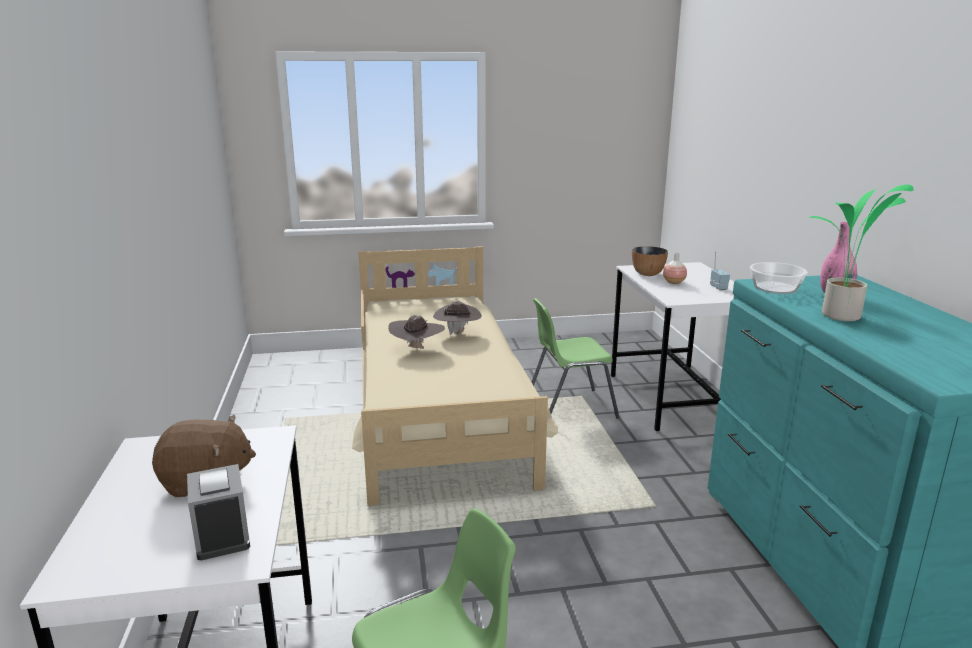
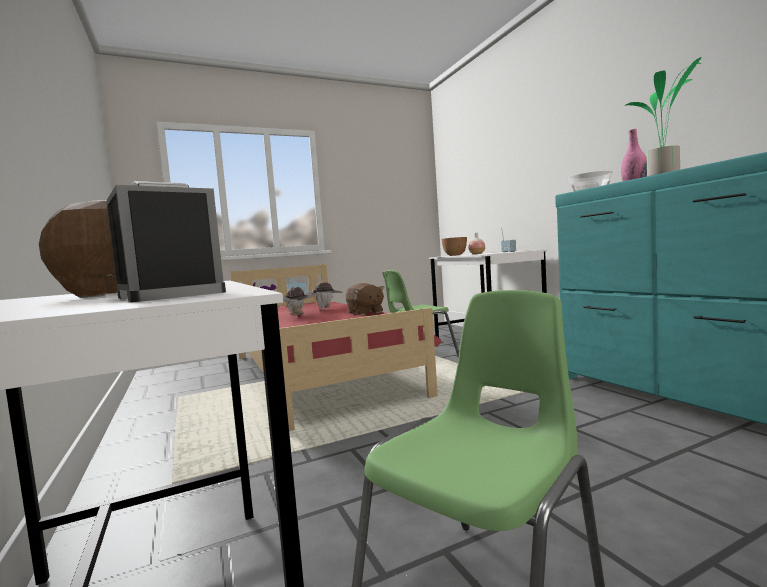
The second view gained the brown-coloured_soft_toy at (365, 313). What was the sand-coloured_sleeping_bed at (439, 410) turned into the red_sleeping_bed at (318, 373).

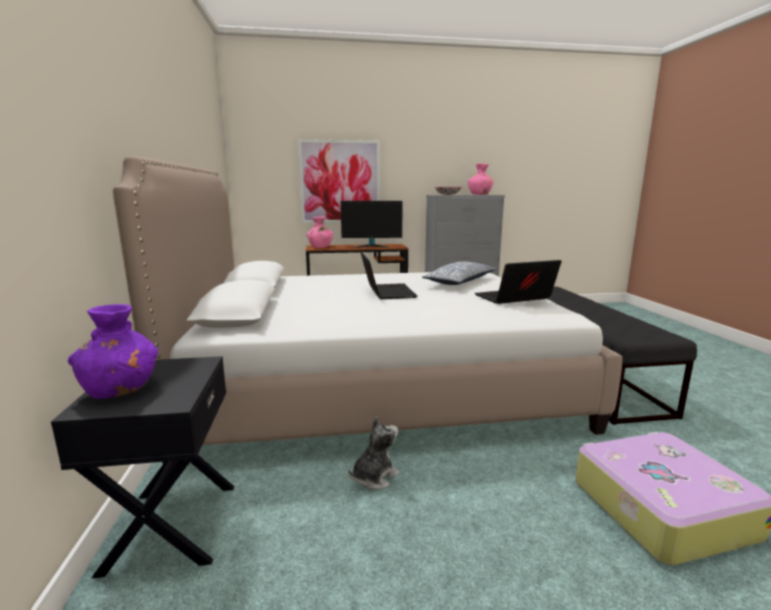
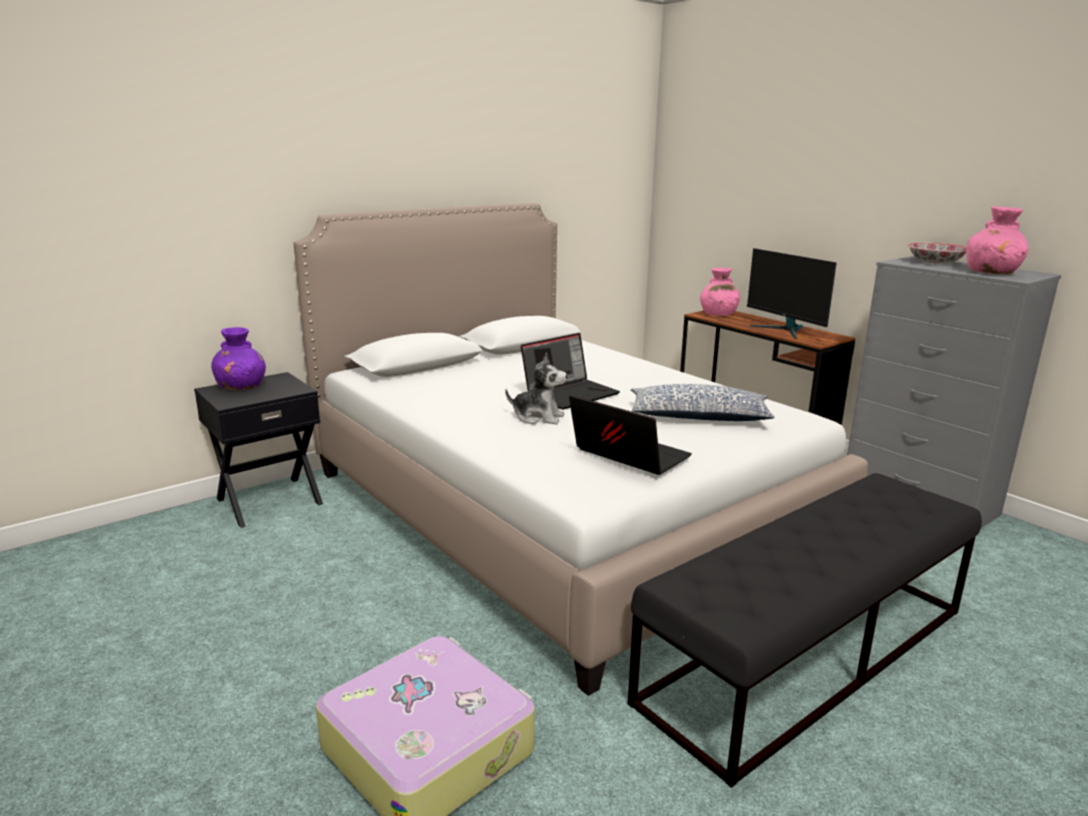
The second view lost the picture at (340, 182). The soft_toy ended up elsewhere, having gone from (374, 477) to (538, 417).

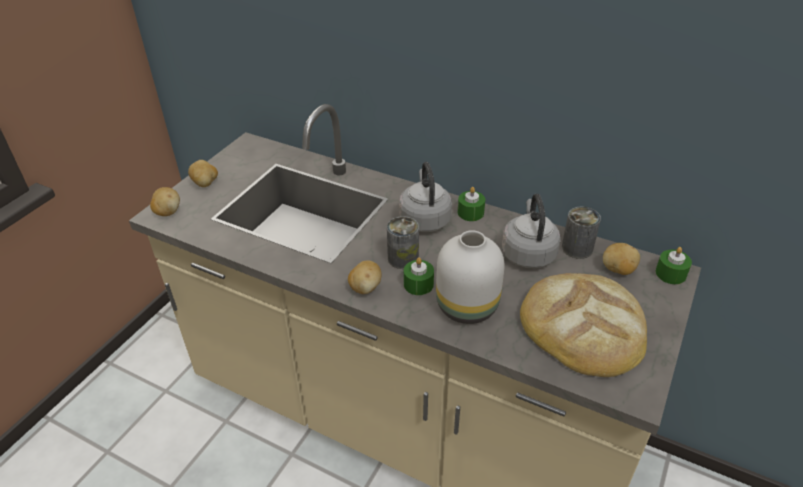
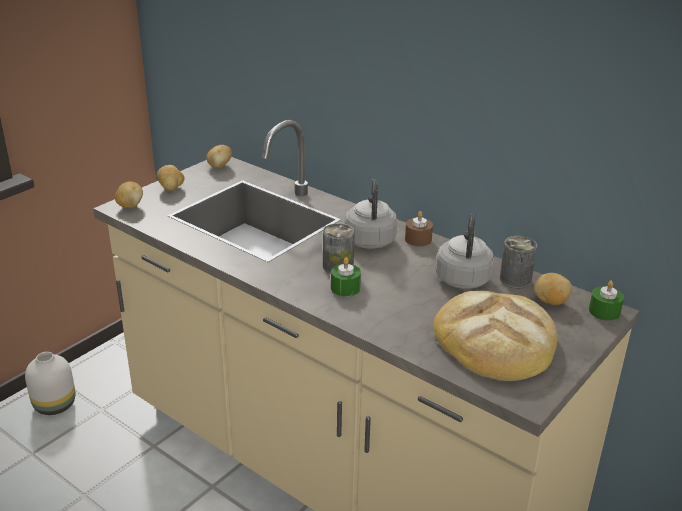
The whole_potato ended up elsewhere, having gone from (365, 288) to (220, 166). The white_flower_vase ended up elsewhere, having gone from (468, 306) to (56, 404). What was the green_wax_candle at (470, 212) turned into the brown-coloured_wax_candle at (418, 239).

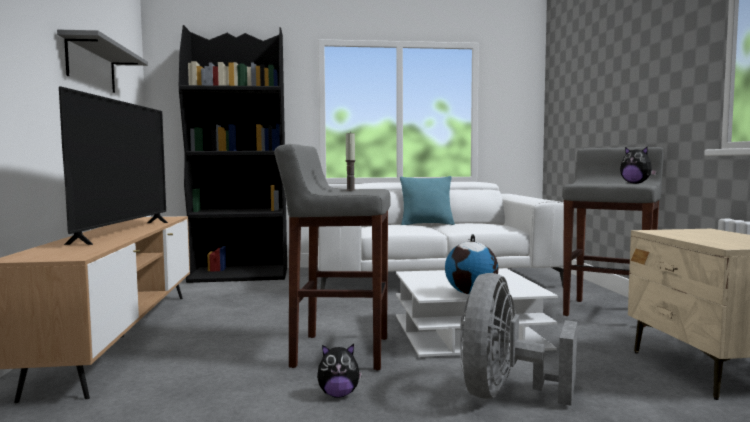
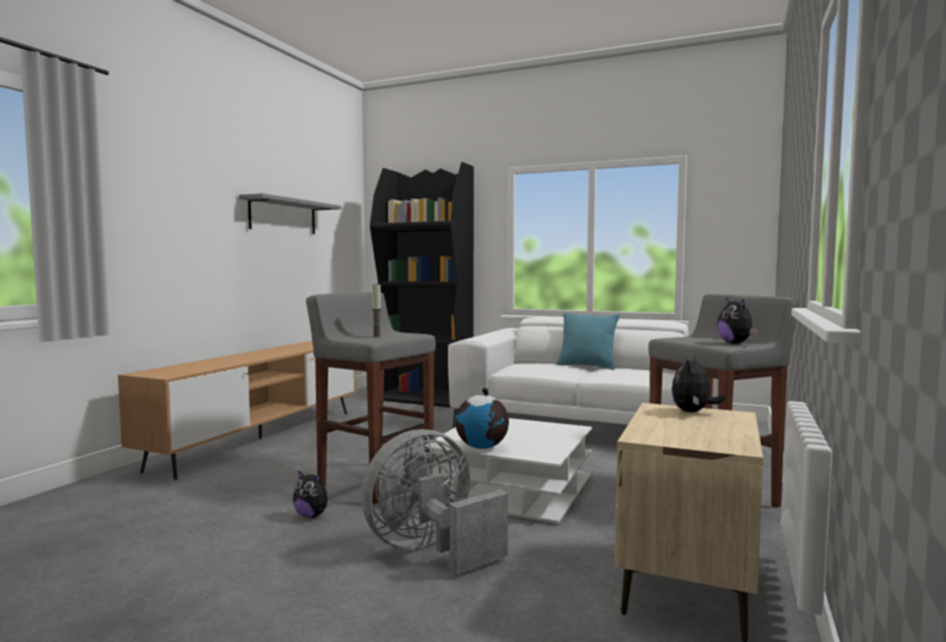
The second view lost the TV at (124, 232). The second view gained the soft_toy at (693, 412).

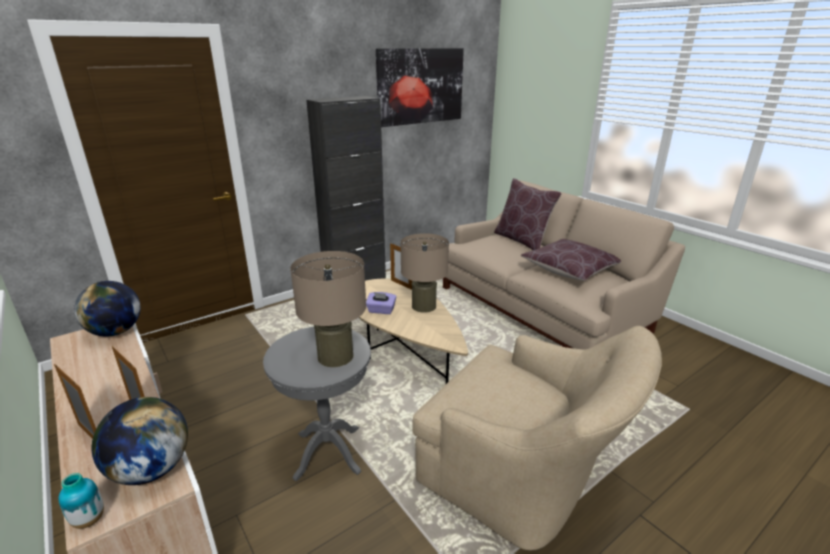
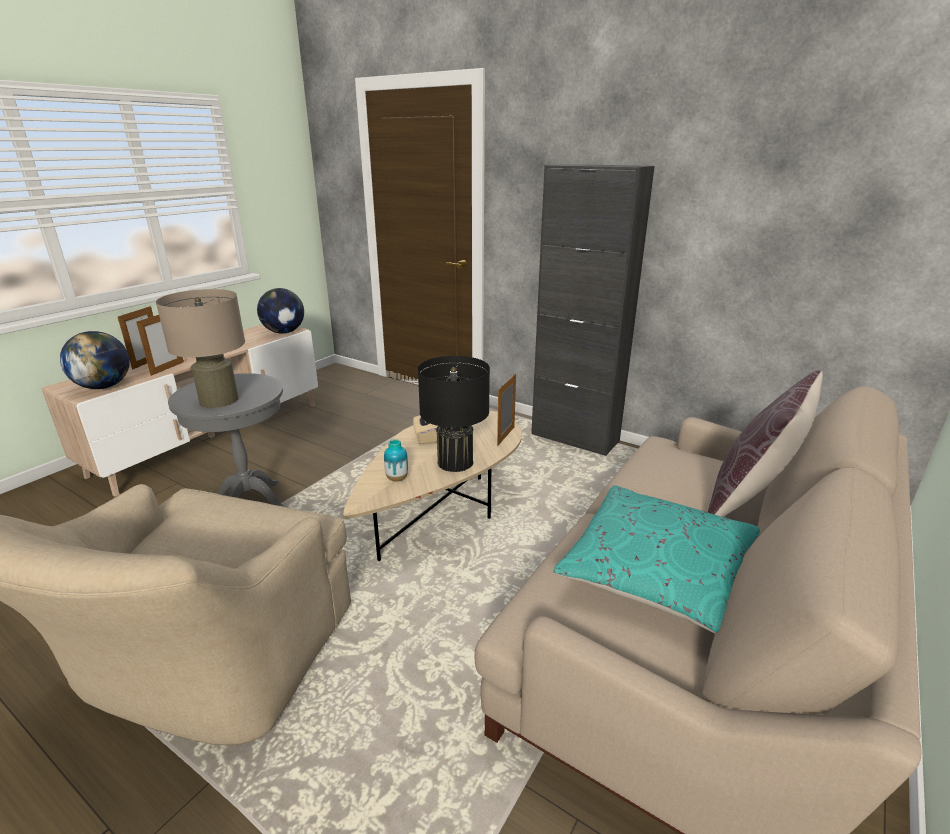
The second view lost the picture at (420, 86). The flower_vase ended up elsewhere, having gone from (89, 520) to (397, 478). What was the purplish_tissue_holder at (381, 310) turned into the sand-coloured_tissue_holder at (426, 437). What was the sand-coloured_tabletop_lamp at (424, 306) turned into the blackish_tabletop_lamp at (455, 462). What was the brown-coloured_throw_pillow at (569, 270) turned into the blue-green_throw_pillow at (657, 573).

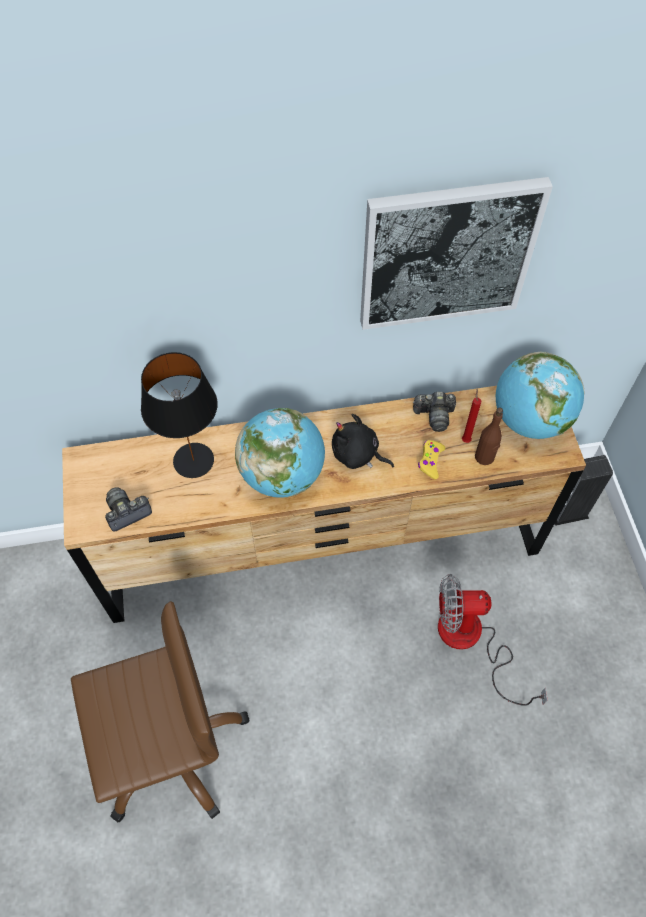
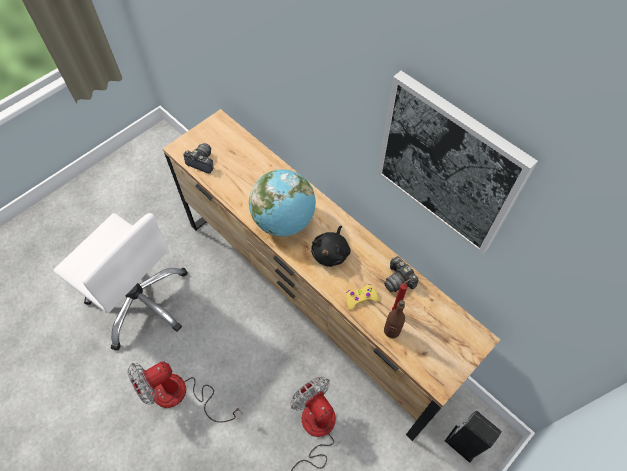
The second view lost the blackish_tabletop_lamp at (194, 460). The second view lost the world_globe at (529, 420). The second view gained the fan at (181, 395). What was the brown-coloured_office_chair at (170, 745) turned into the white_office_chair at (140, 300). The blackish_soft_toy at (357, 454) ended up facing another way, 150 degrees counterclockwise from before.

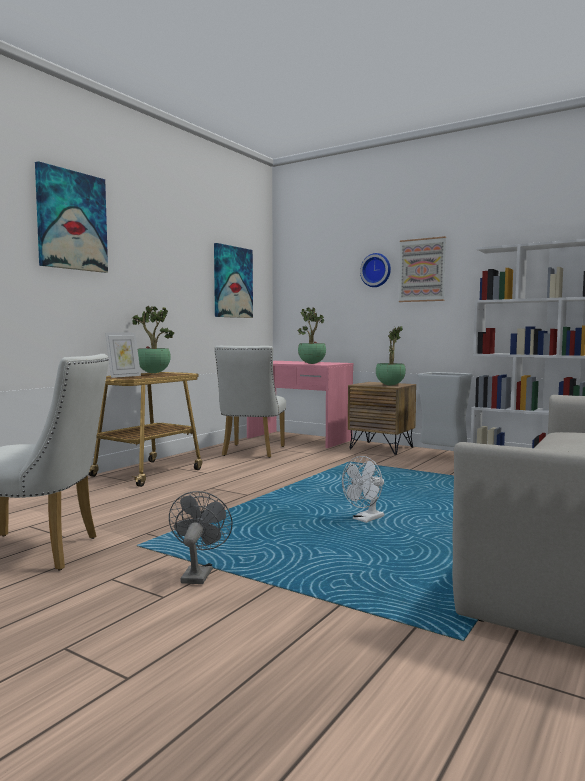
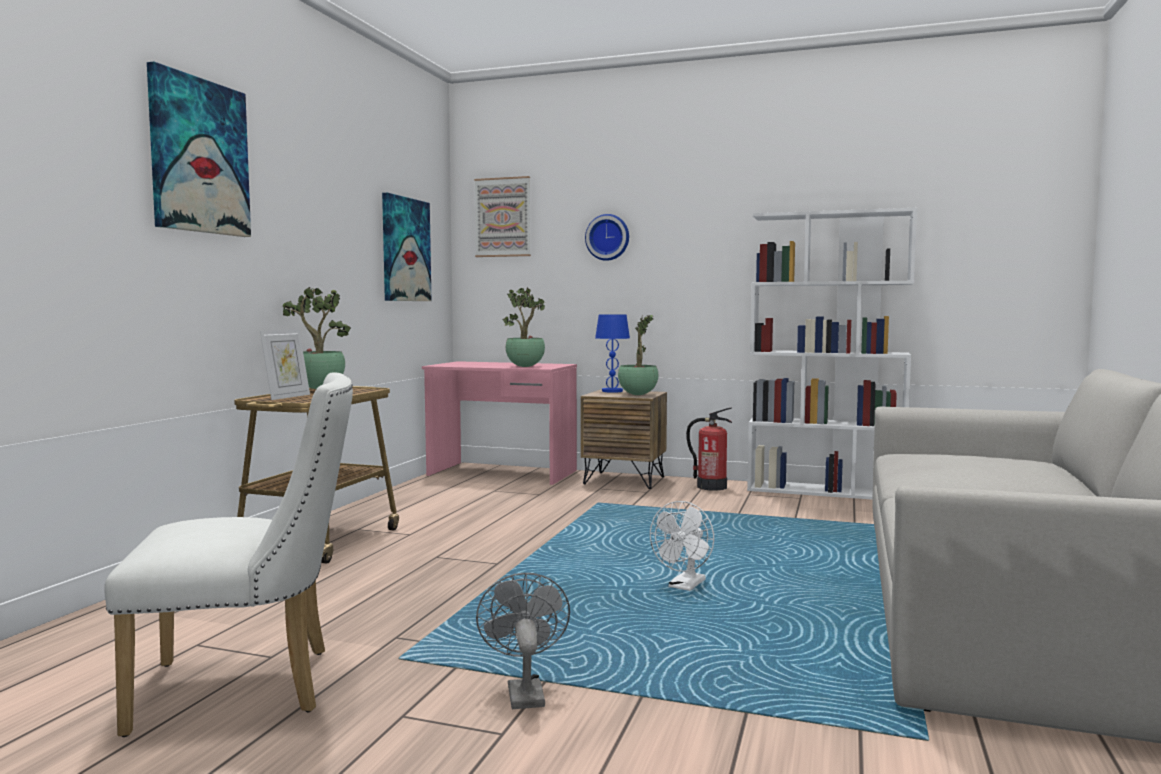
The second view lost the white_plain_chair at (251, 452). The second view gained the blue_tabletop_lamp at (612, 391). The picture ended up elsewhere, having gone from (422, 270) to (503, 217). Where the greyish_waste_bin stood at (443, 456), the fire-fighting_cylinder came to stand at (711, 487).

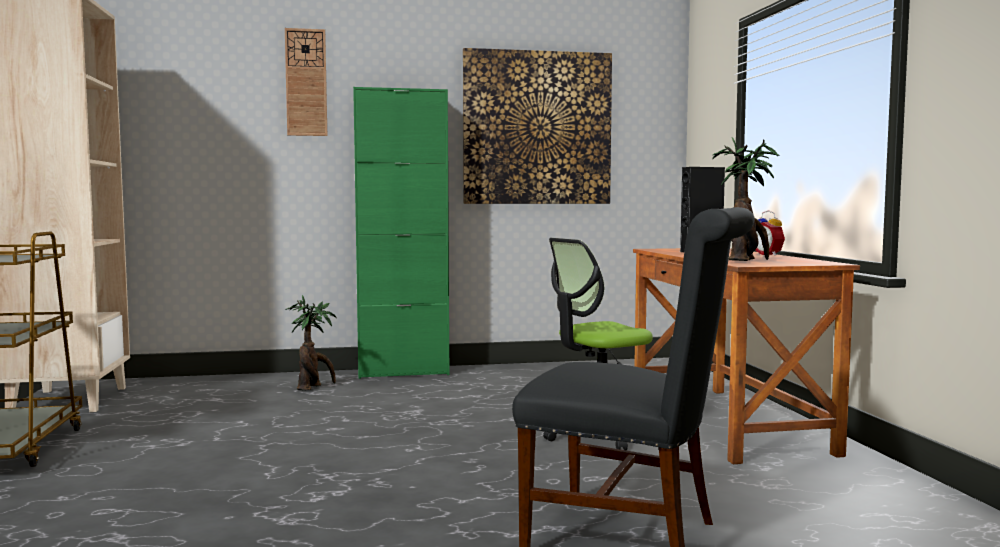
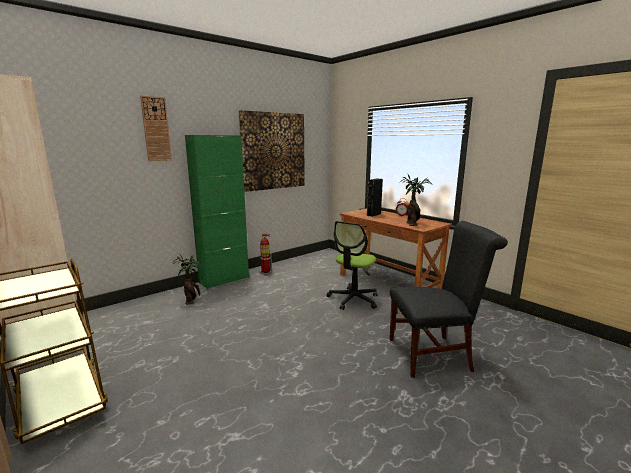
The second view gained the fire-fighting_cylinder at (266, 273).

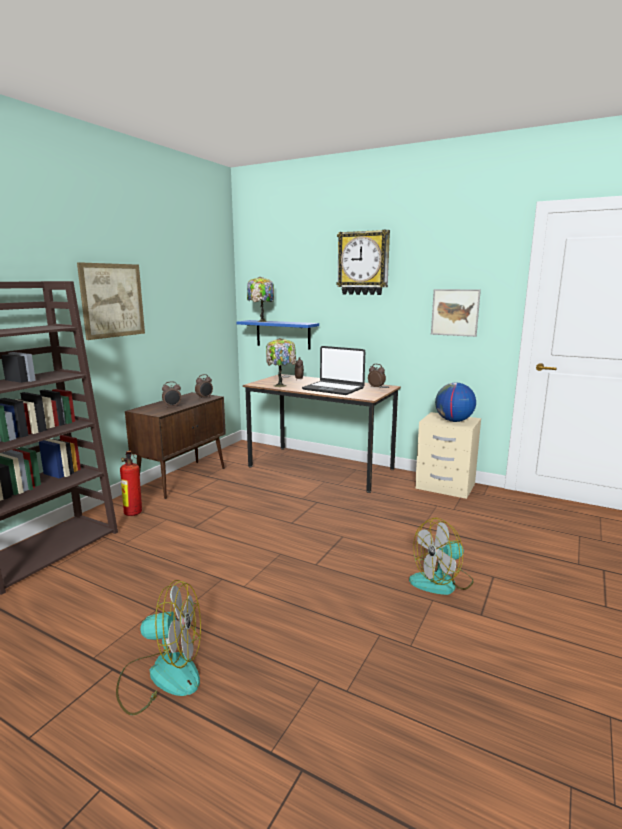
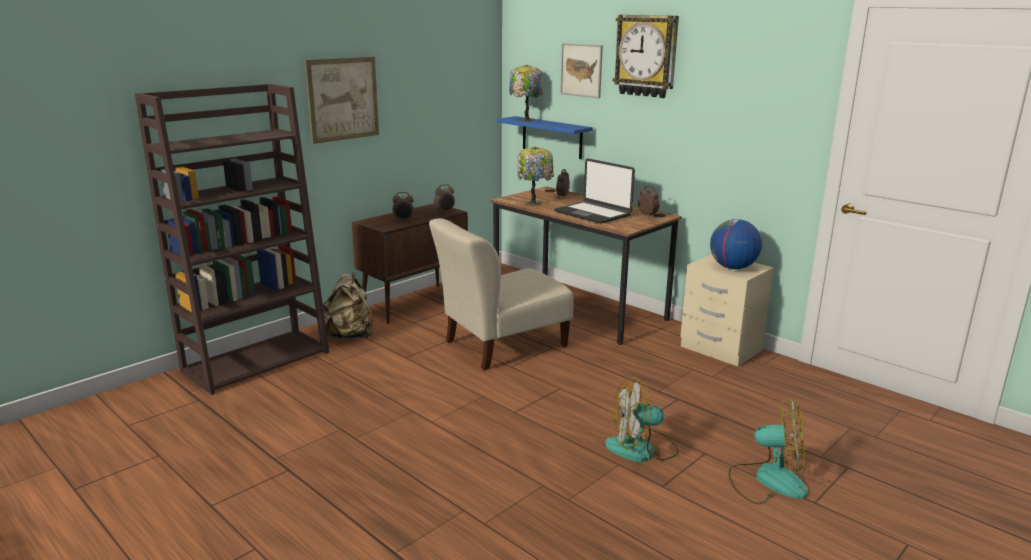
The second view gained the sand-coloured_plain_chair at (501, 345). The fan ended up elsewhere, having gone from (161, 675) to (767, 480). The picture ended up elsewhere, having gone from (455, 312) to (581, 70). Where the fire-fighting_cylinder stood at (133, 514), the sand-coloured_rucksack came to stand at (349, 336).

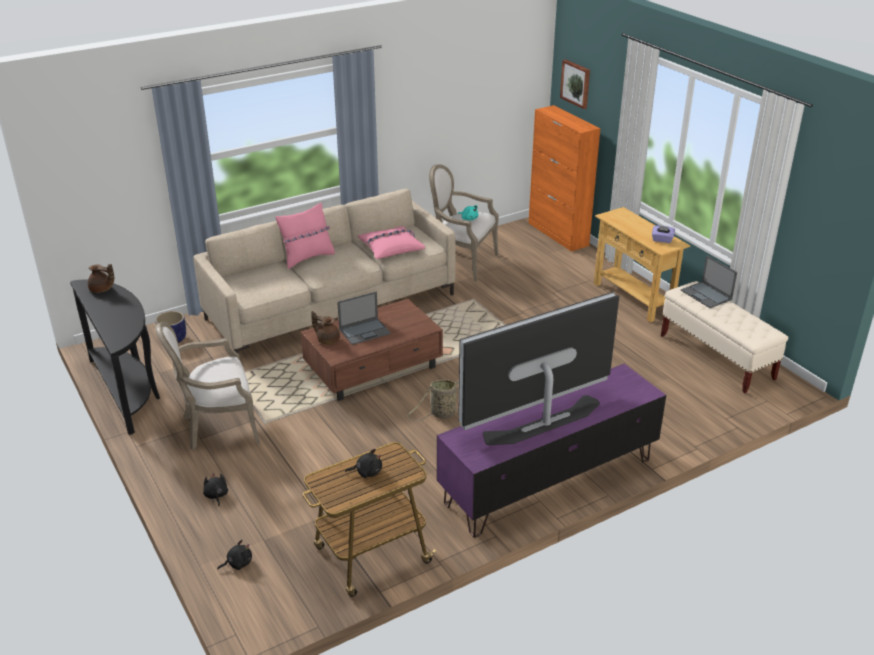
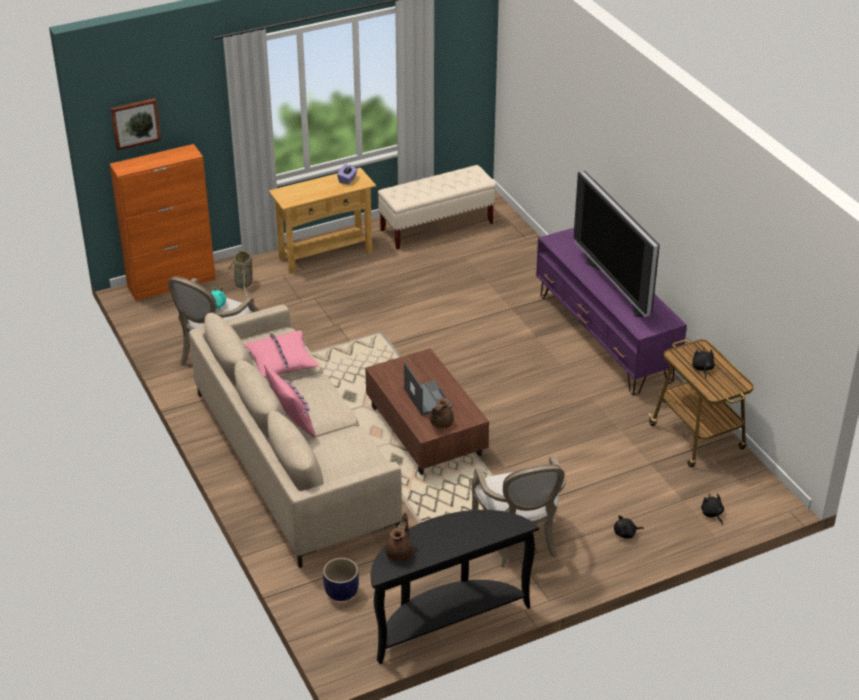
The second view lost the laptop at (706, 295). The storage_basket ended up elsewhere, having gone from (441, 414) to (244, 285).

